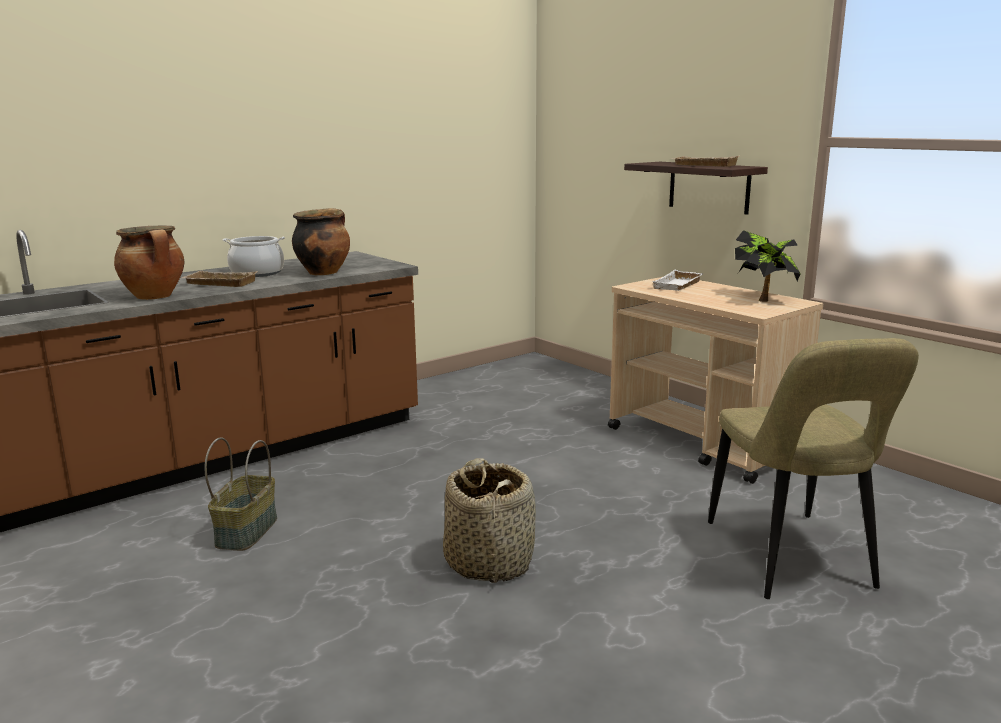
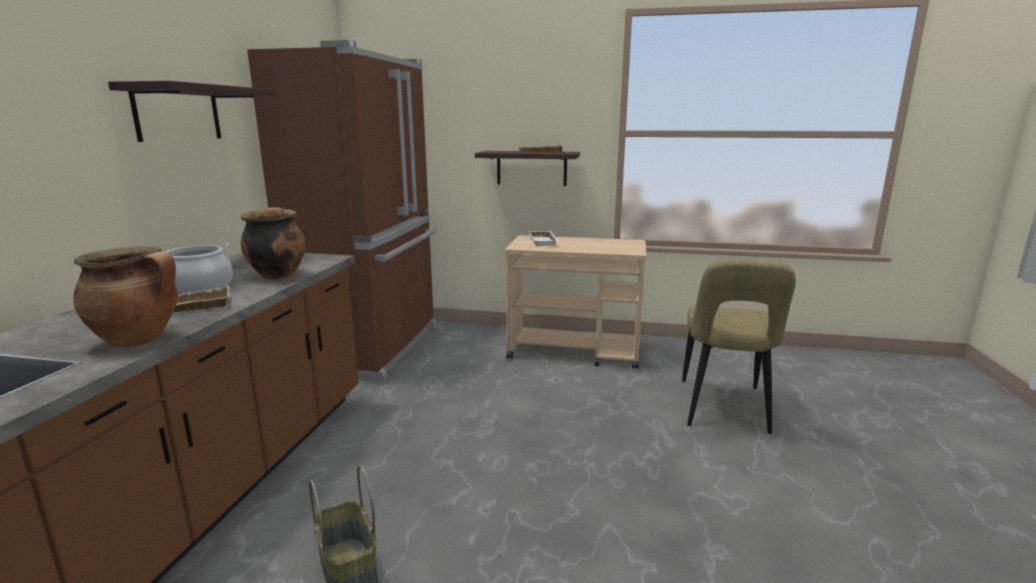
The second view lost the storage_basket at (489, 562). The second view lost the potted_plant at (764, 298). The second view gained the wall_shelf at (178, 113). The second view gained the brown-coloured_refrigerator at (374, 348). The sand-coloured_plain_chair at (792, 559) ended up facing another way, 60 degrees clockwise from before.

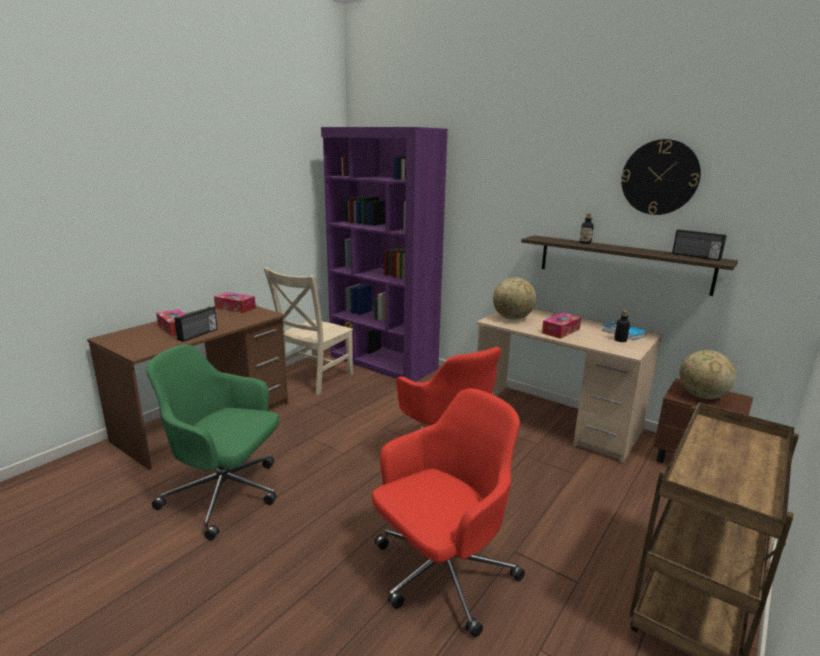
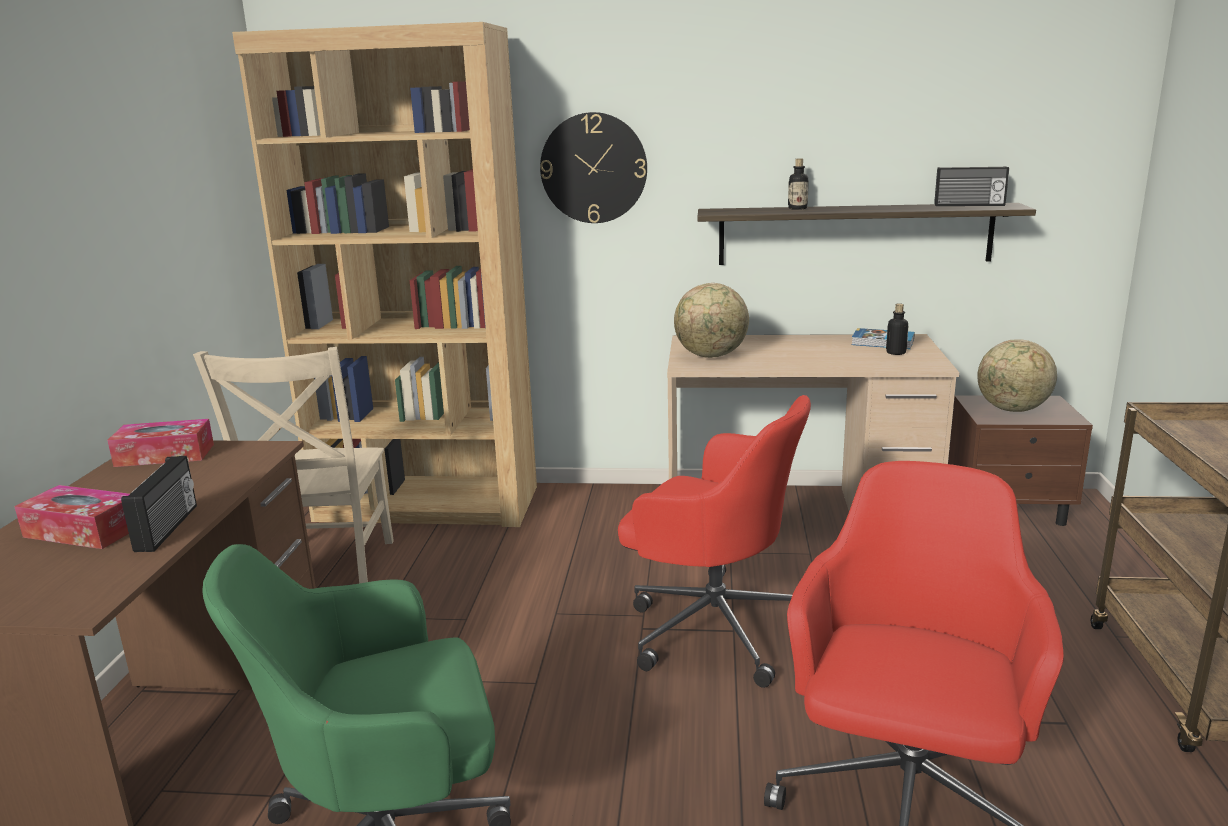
The second view lost the tissue_holder at (561, 331). The hanging_clock ended up elsewhere, having gone from (659, 177) to (593, 168). What was the purplish_shelving_unit at (383, 363) turned into the brown-coloured_shelving_unit at (428, 504).

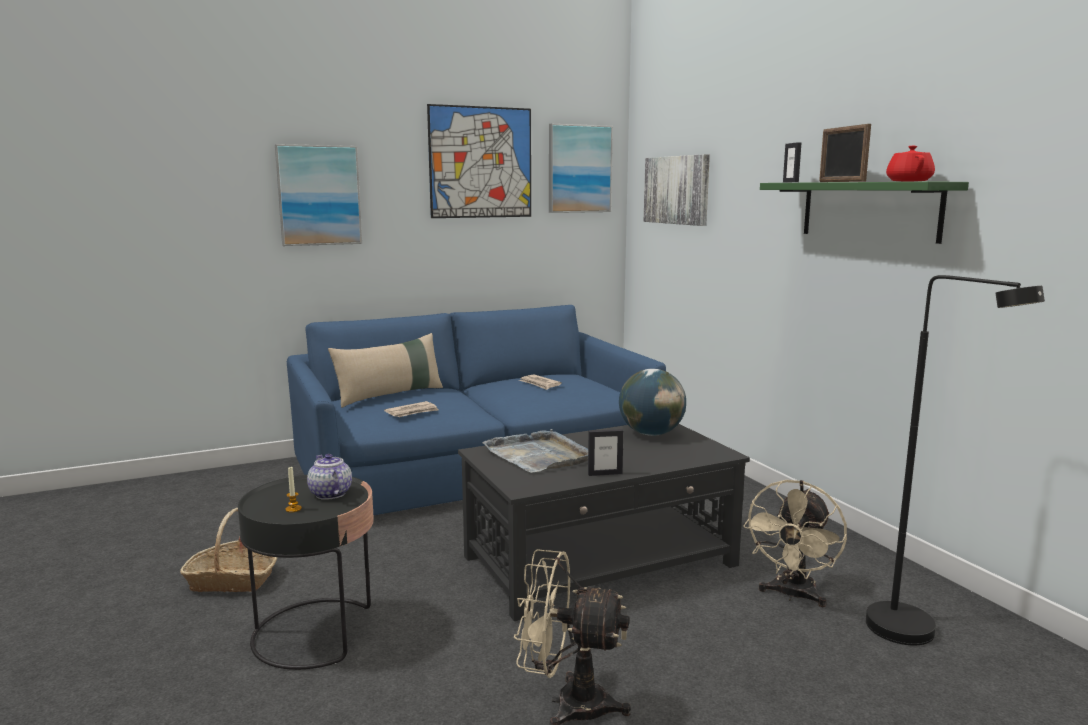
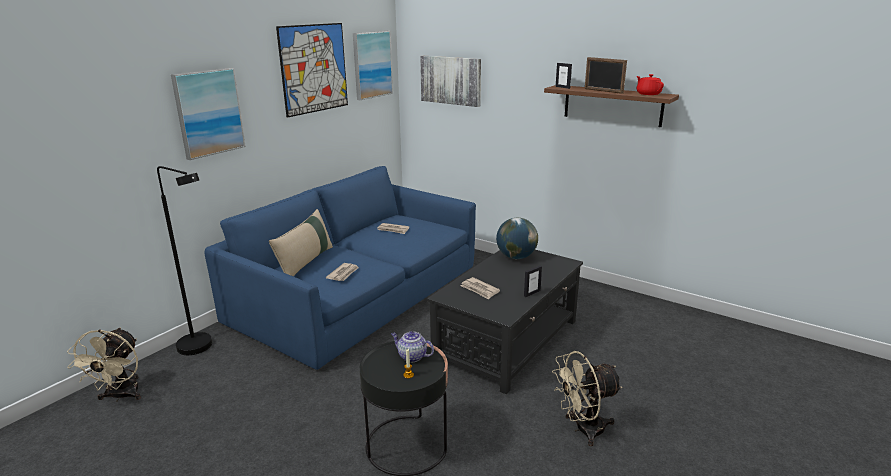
The second view lost the storage_basket at (232, 580). The sand-coloured_fan ended up elsewhere, having gone from (792, 595) to (121, 396). The blackish_standard_lamp ended up elsewhere, having gone from (917, 636) to (201, 348). Where the greyish_serving_tray stood at (538, 455), the daily_paper came to stand at (479, 290). What was the green_wall_shelf at (869, 210) turned into the brown-coloured_wall_shelf at (612, 105).

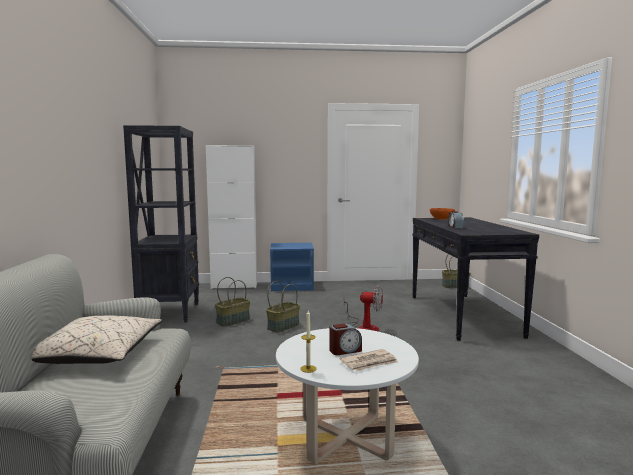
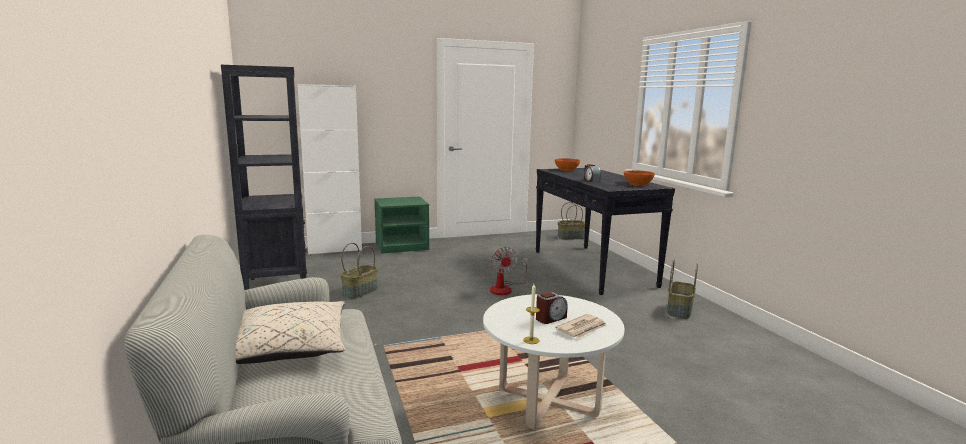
The second view gained the orangey_serving_bowl at (637, 184). The storage_basket ended up elsewhere, having gone from (283, 326) to (679, 310). What was the blue_bedside_table at (292, 286) turned into the green_bedside_table at (402, 246). The fan at (364, 327) ended up facing another way, 75 degrees clockwise from before.

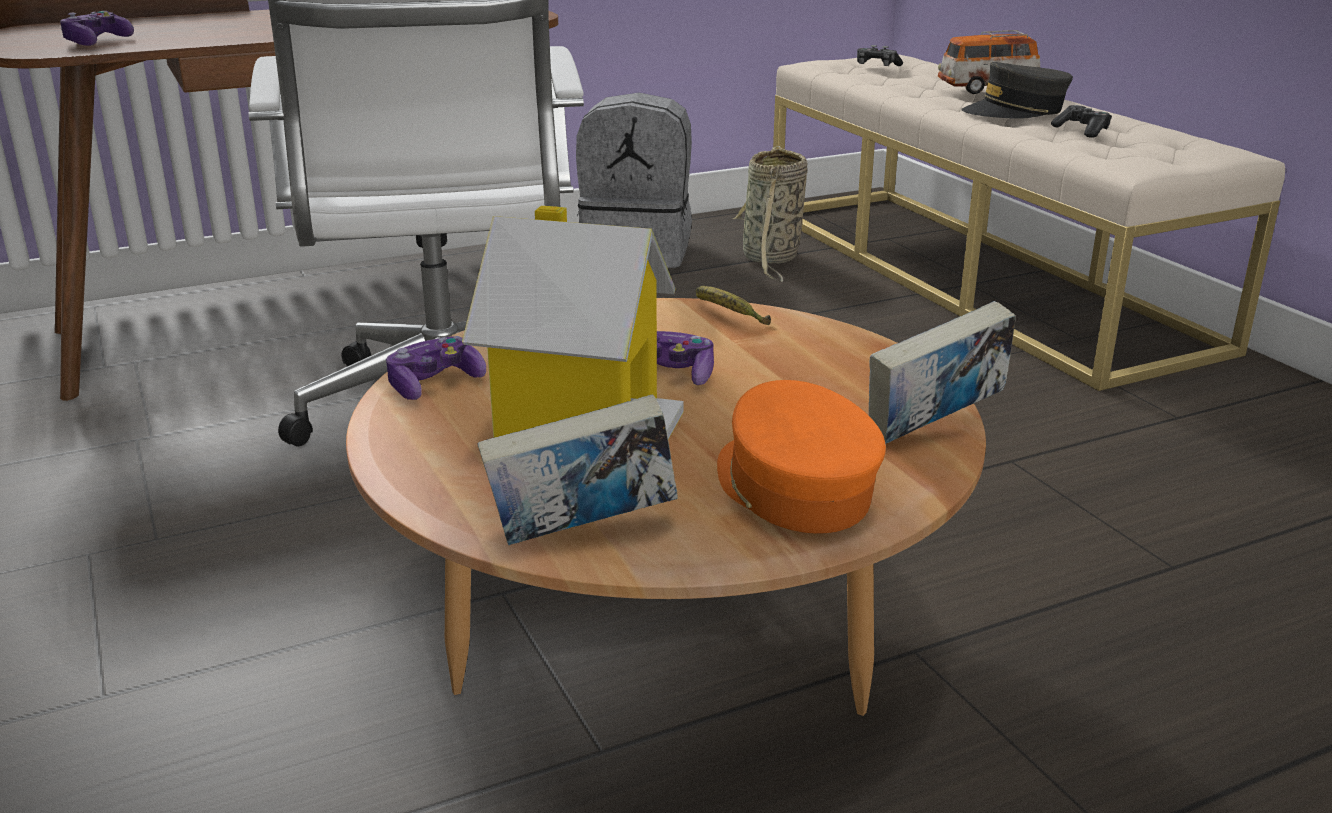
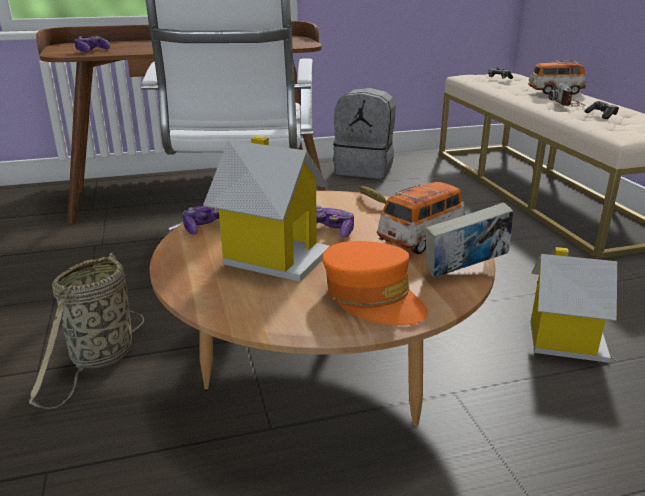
The second view lost the volume at (582, 534). The second view gained the toy_car at (421, 239). The second view gained the toy_house at (563, 340). The storage_basket ended up elsewhere, having gone from (770, 259) to (100, 358). Where the greyish_baseball_cap stood at (1016, 111), the still_camera came to stand at (567, 103). The orangey_baseball_cap at (793, 488) ended up facing another way, 150 degrees clockwise from before.

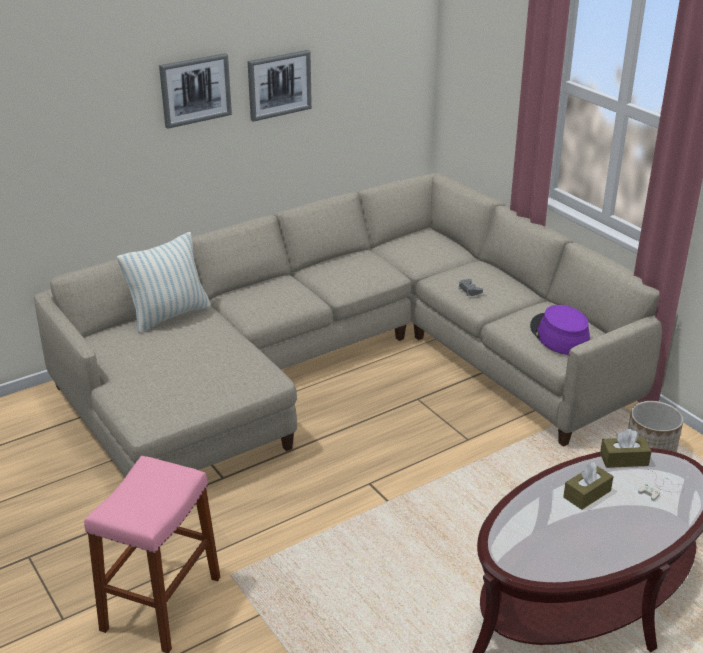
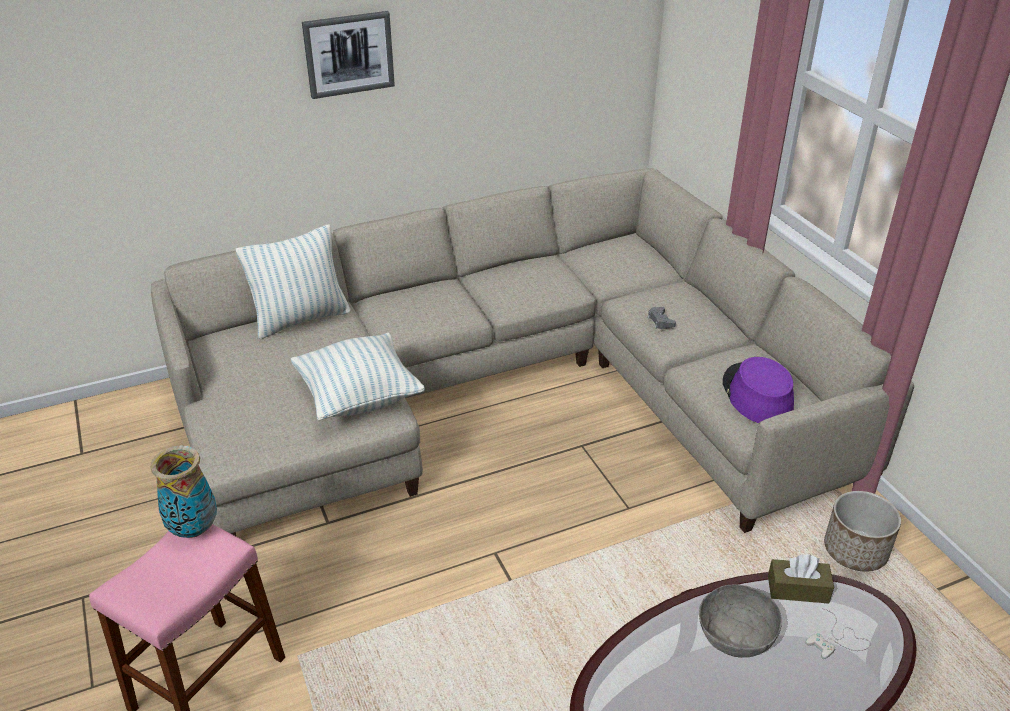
The second view lost the picture at (279, 85). The second view gained the flower_vase at (193, 529). The second view gained the throw_pillow at (359, 397). Where the brown-coloured_tissue_holder stood at (587, 494), the greyish_serving_bowl came to stand at (736, 636).

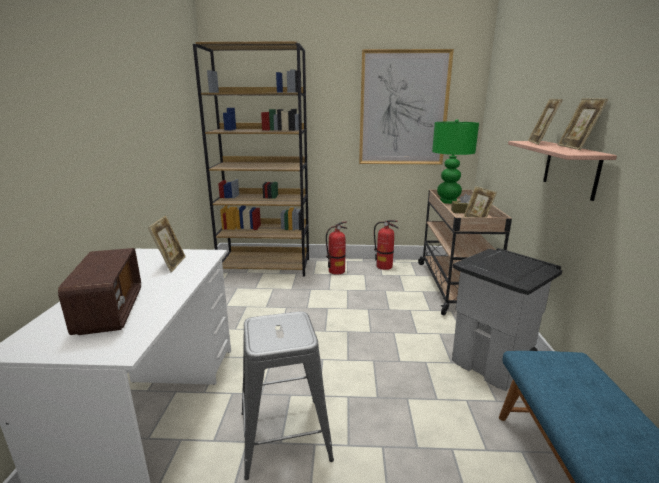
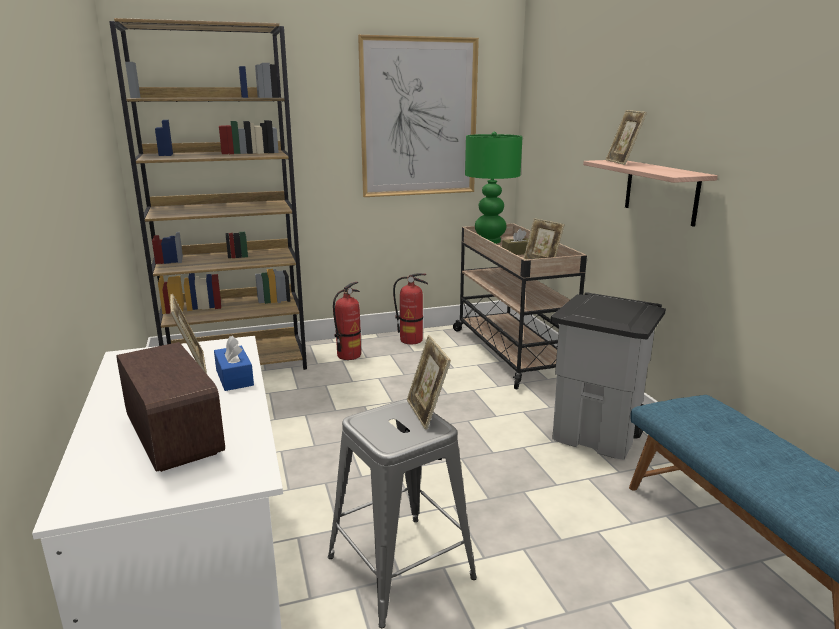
The second view gained the blue_tissue_holder at (234, 377). The picture_frame ended up elsewhere, having gone from (576, 148) to (427, 413).

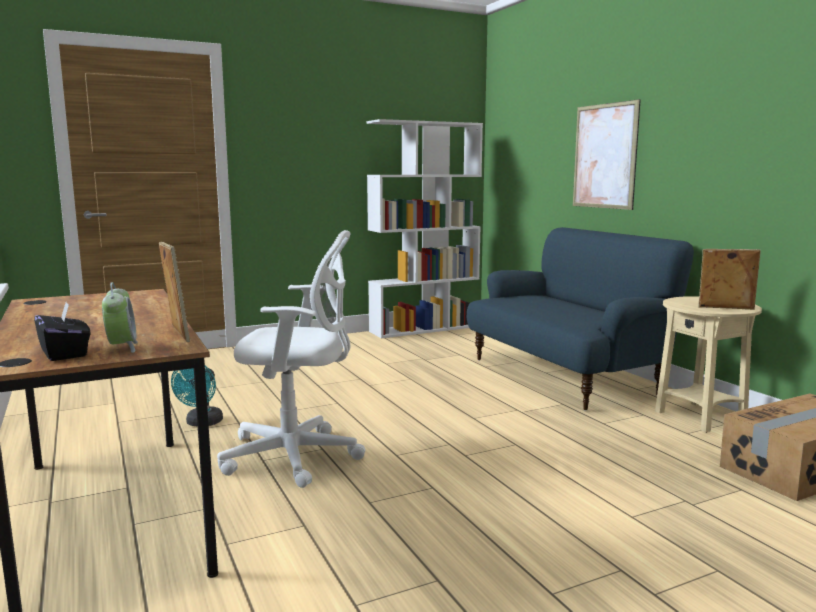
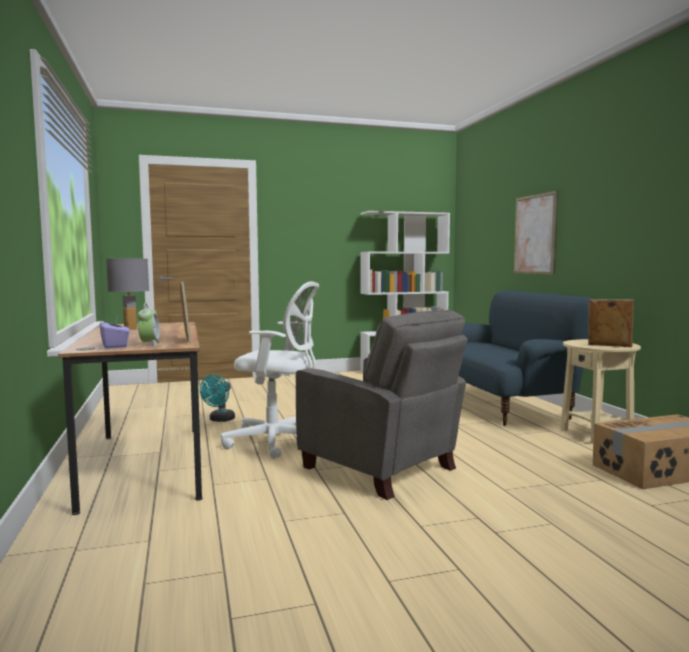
The second view gained the greyish_tabletop_lamp at (131, 329). The second view gained the greyish_lounge_chair at (381, 469). What was the blackish_tissue_holder at (65, 353) turned into the purplish_tissue_holder at (115, 346).

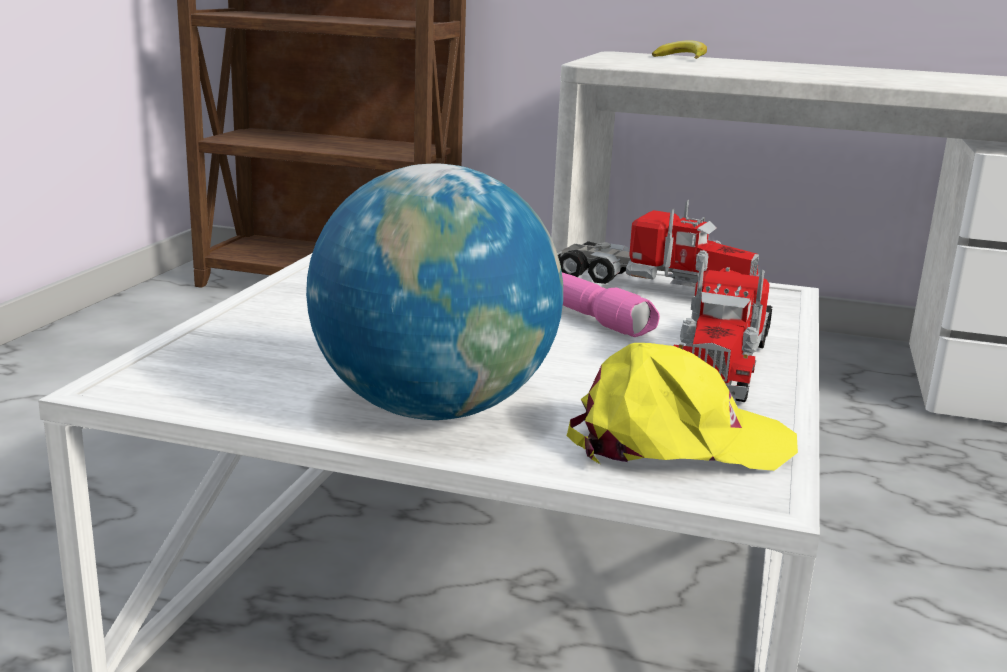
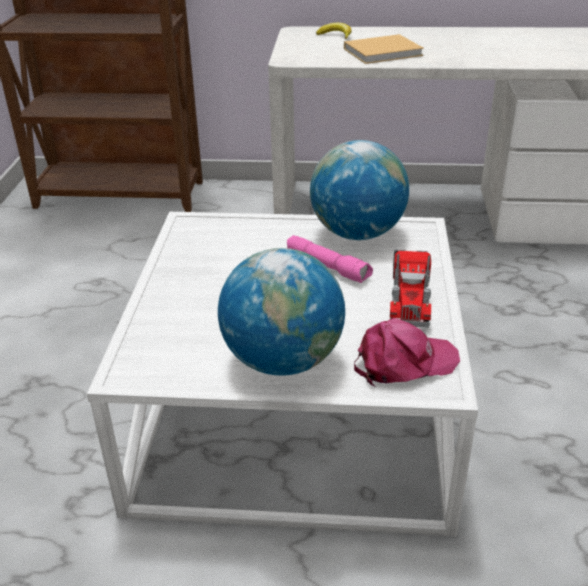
The second view gained the sand-coloured_volume at (384, 52). Where the model_truck stood at (652, 286), the world_globe came to stand at (357, 233). What was the yellow_baseball_cap at (675, 442) turned into the pinkish_baseball_cap at (403, 362).

